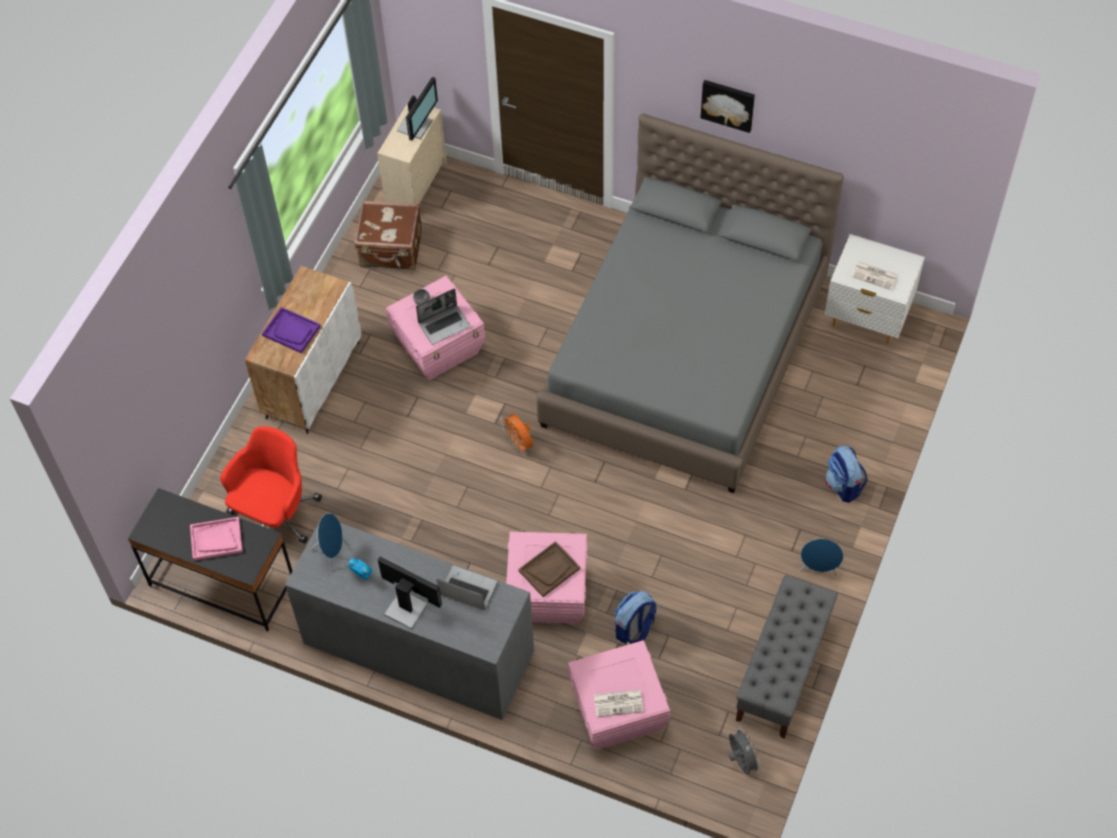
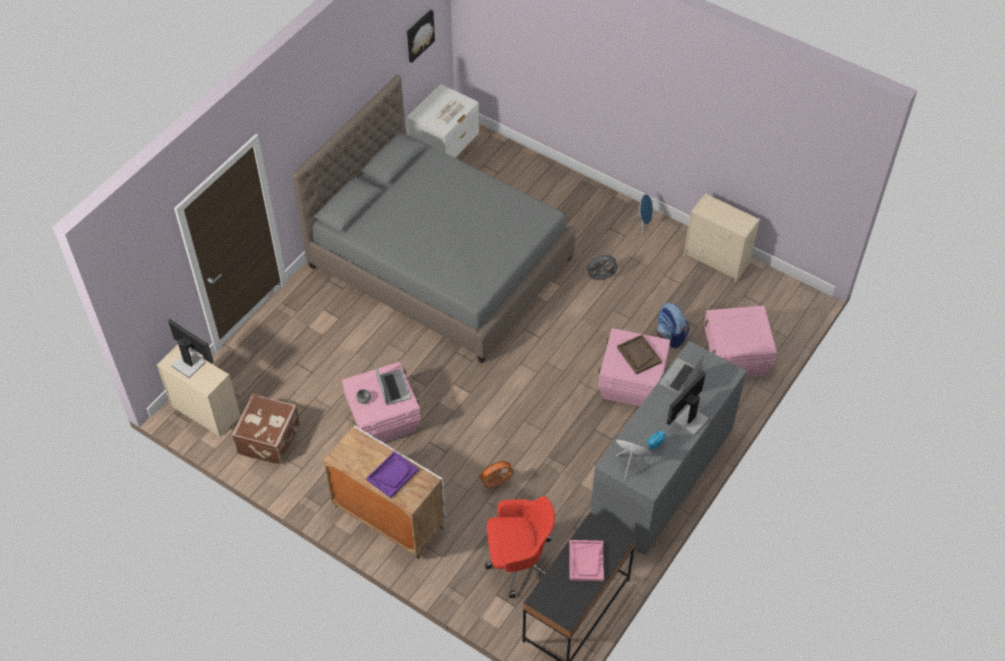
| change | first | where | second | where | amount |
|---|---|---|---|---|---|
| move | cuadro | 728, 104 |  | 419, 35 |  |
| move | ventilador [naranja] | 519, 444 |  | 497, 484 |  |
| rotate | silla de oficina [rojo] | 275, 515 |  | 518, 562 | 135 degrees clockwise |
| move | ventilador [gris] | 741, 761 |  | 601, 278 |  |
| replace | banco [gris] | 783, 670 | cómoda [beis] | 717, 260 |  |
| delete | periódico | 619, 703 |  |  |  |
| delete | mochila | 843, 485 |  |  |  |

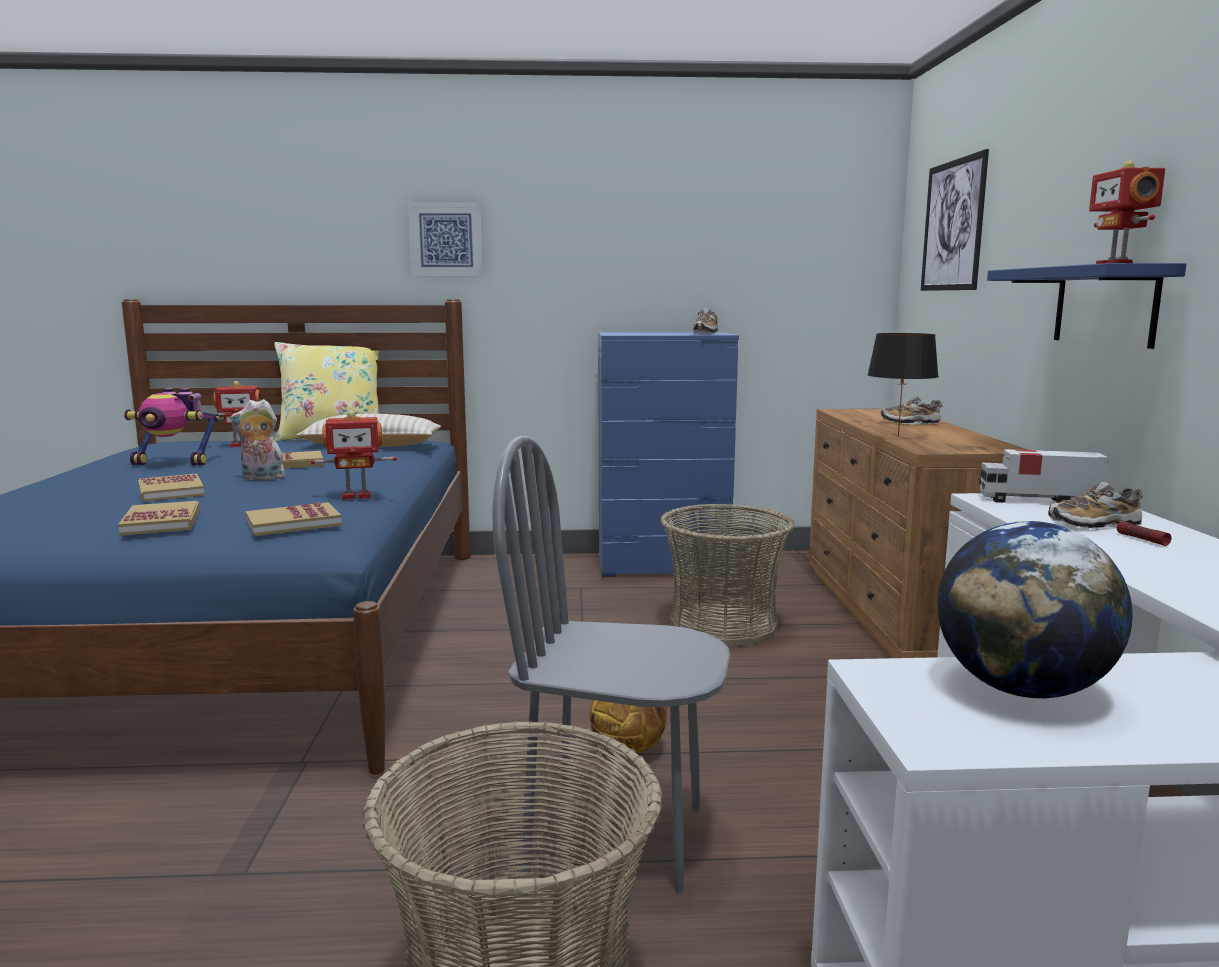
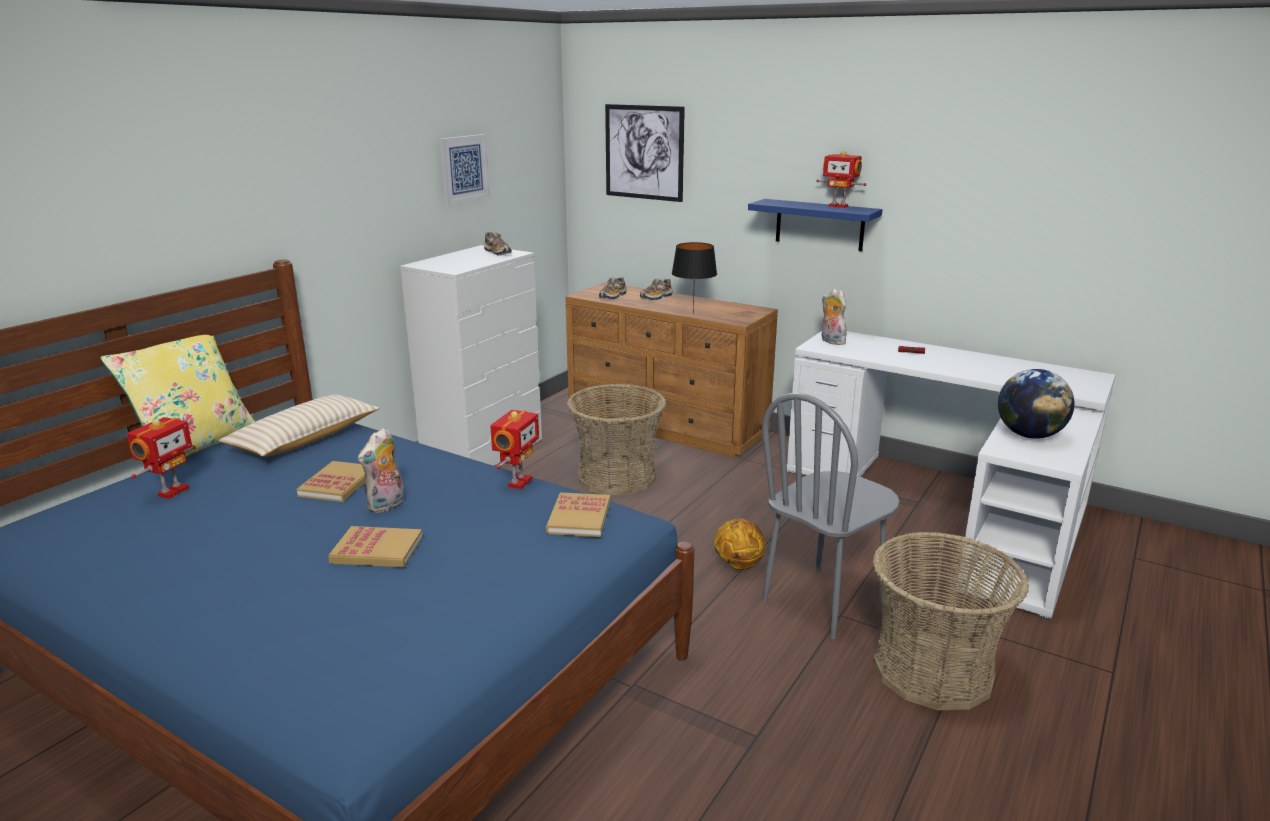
| change | first | where | second | where | amount |
|---|---|---|---|---|---|
| recolor | cómoda [azul] | 663, 565 | cómoda [blanco] | 483, 453 |  |
| move | cuadro | 446, 240 |  | 463, 168 |  |
| move | zapato | 1094, 525 |  | 613, 296 |  |
| replace | camión de juguete | 1037, 501 | peluche | 831, 341 |  |
| delete | libro | 161, 522 |  |  |  |
| delete | robot de juguete | 174, 463 |  |  |  |

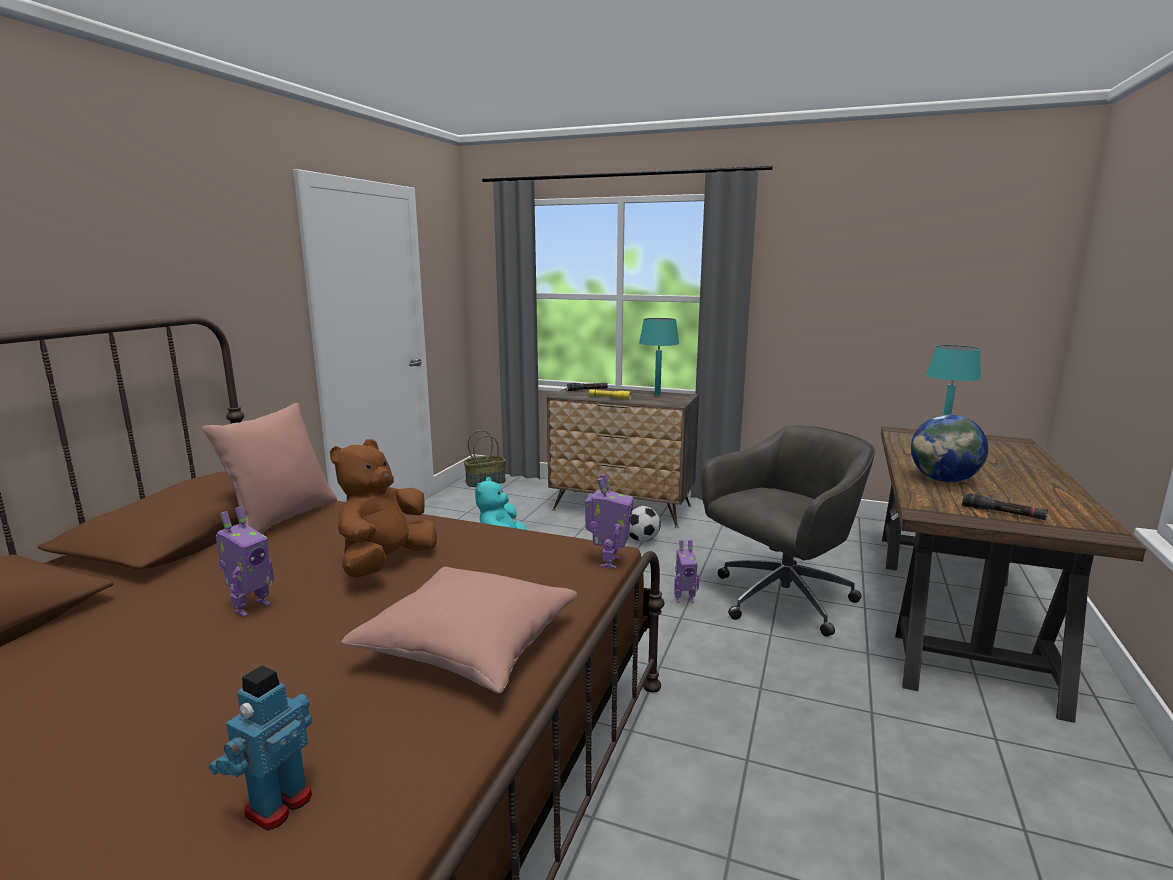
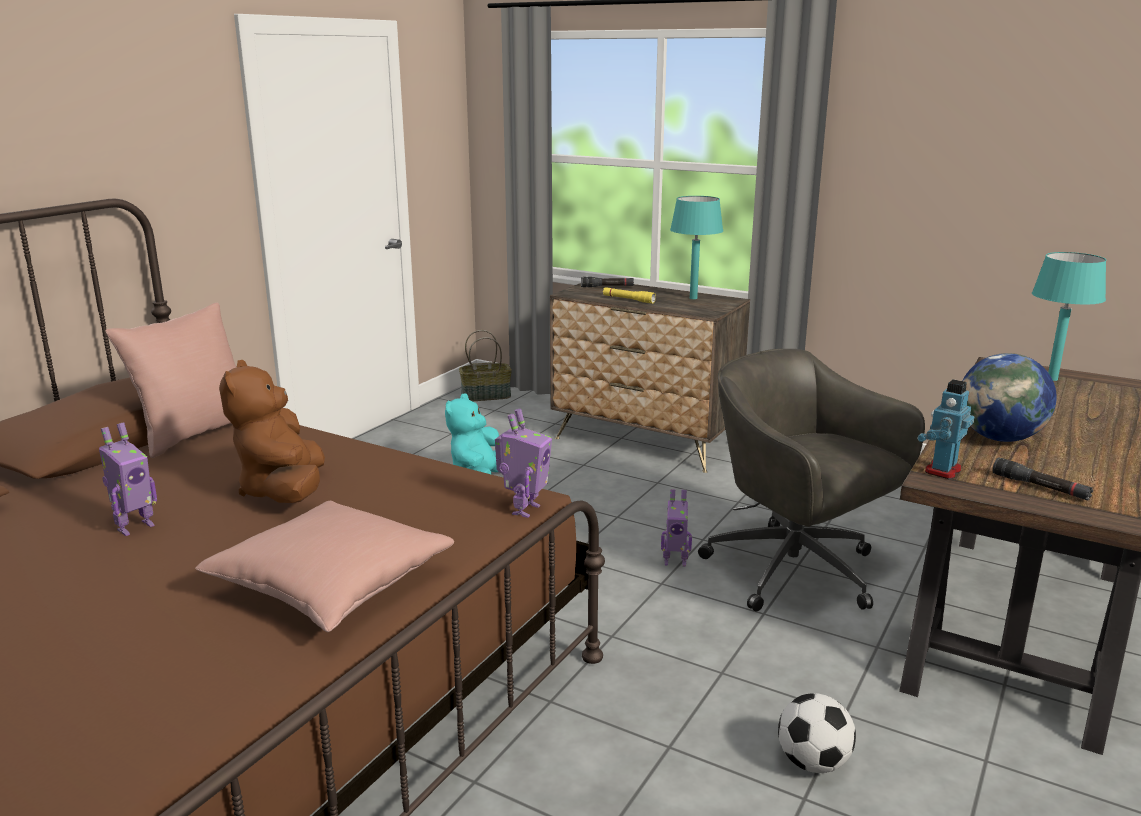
| change | first | where | second | where | amount |
|---|---|---|---|---|---|
| rotate | peluche [marrón] | 385, 563 |  | 284, 491 | 45 degrees counterclockwise |
| rotate | silla de oficina [gris] | 780, 600 |  | 796, 573 | 105 degrees counterclockwise |
| move | balón de fútbol | 642, 540 |  | 813, 762 |  |
| move | robot de juguete | 277, 804 |  | 941, 470 |  |

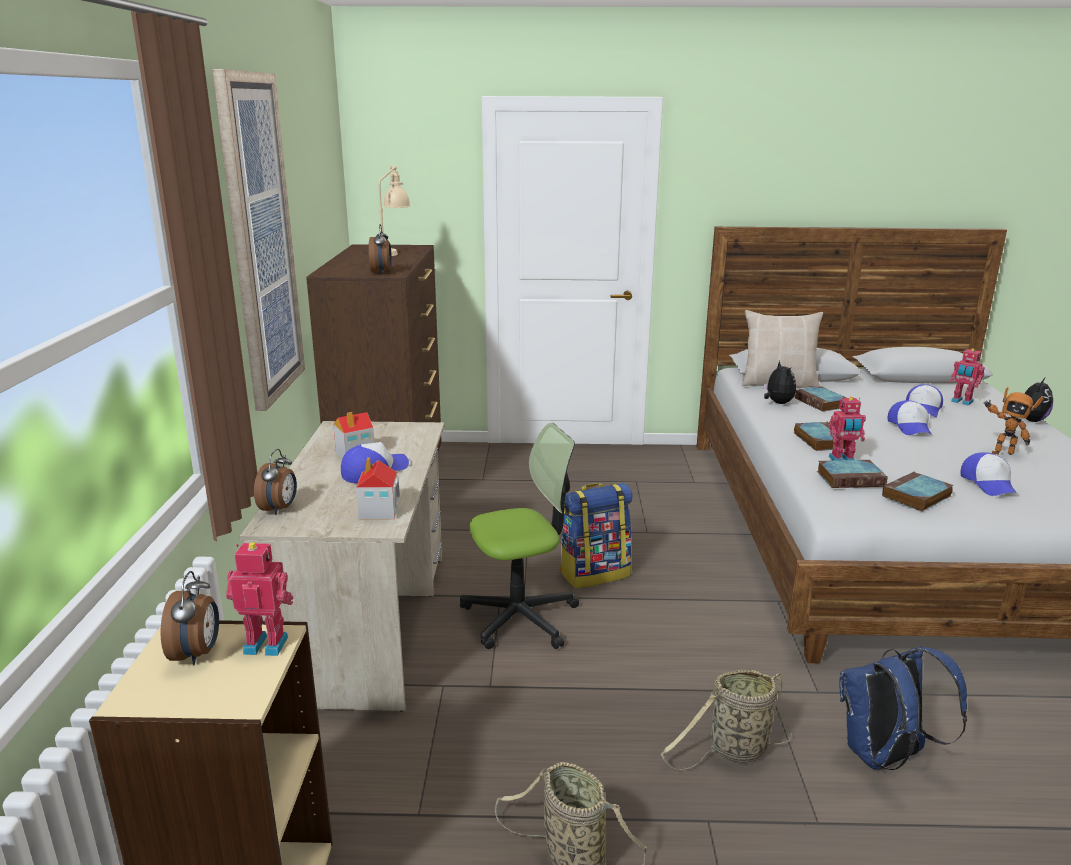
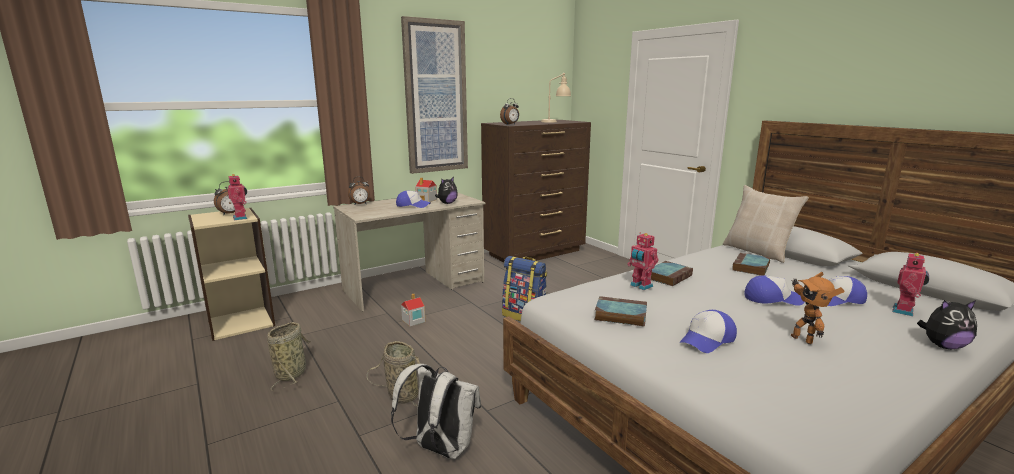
| change | first | where | second | where | amount |
|---|---|---|---|---|---|
| recolor | mochila [azul] | 884, 757 | mochila [blanco] | 440, 449 |  |
| move | casita | 379, 511 |  | 413, 321 |  |
| move | peluche | 777, 403 |  | 447, 203 |  |
| rotate | gorra | 910, 427 |  | 772, 299 | 135 degrees counterclockwise |
| rotate | robot de juguete | 961, 402 |  | 905, 311 | 150 degrees counterclockwise |
| delete | silla de oficina | 520, 617 |  |  |  |
| delete | libro | 851, 478 |  |  |  |

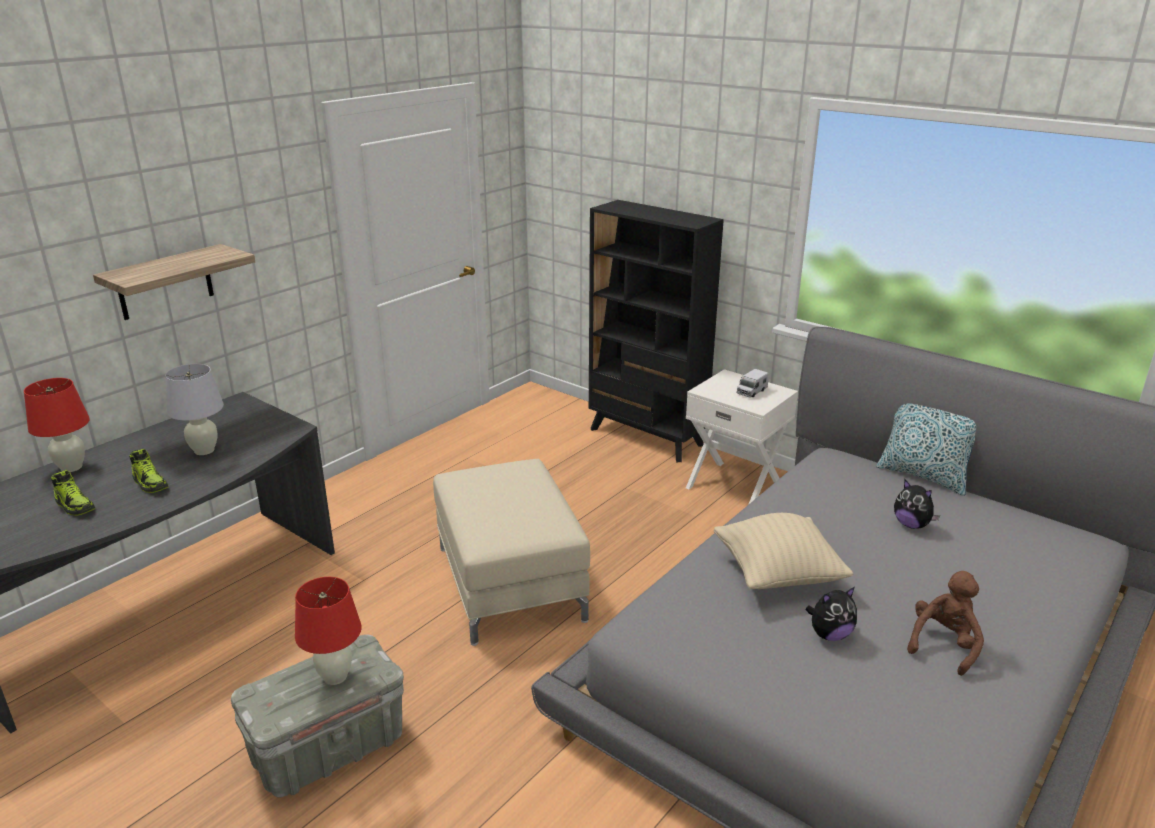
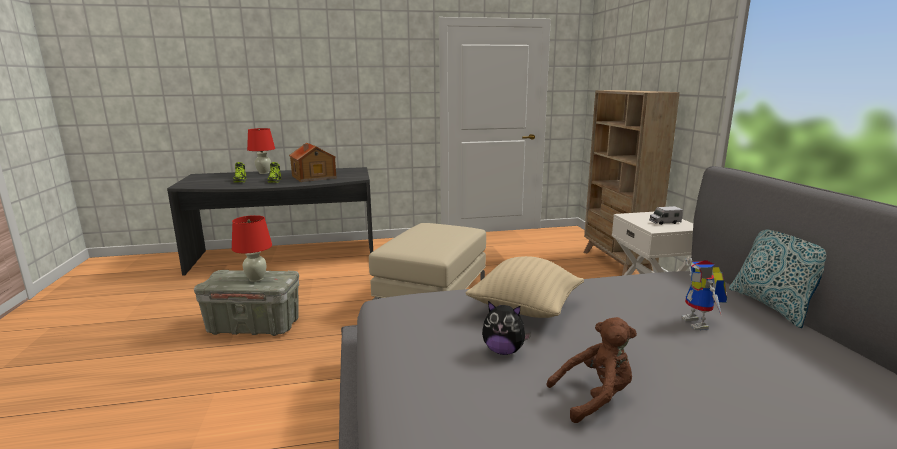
| change | first | where | second | where | amount |
|---|---|---|---|---|---|
| replace | lámpara de mesa [blanco] | 204, 450 | casita | 313, 177 |  |
| recolor | estantería [negro] | 646, 437 | estantería [beis] | 616, 264 |  |
| replace | peluche | 911, 525 | robot de juguete | 700, 324 |  |
| delete | estante | 165, 282 |  |  |  |

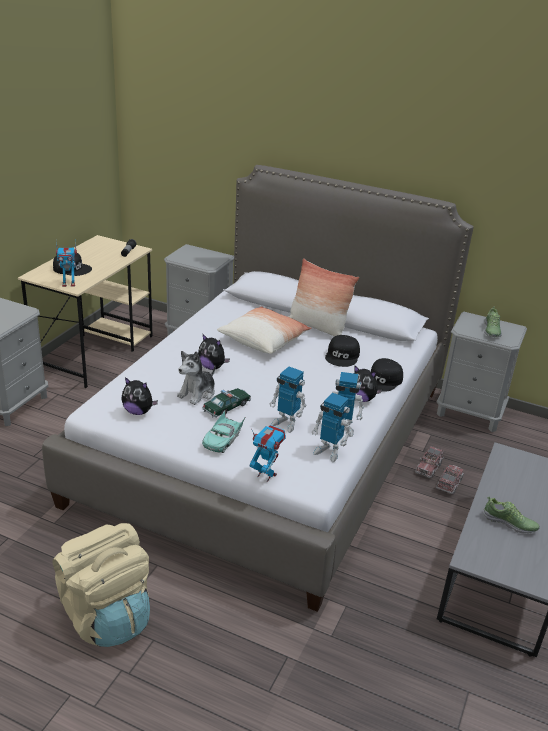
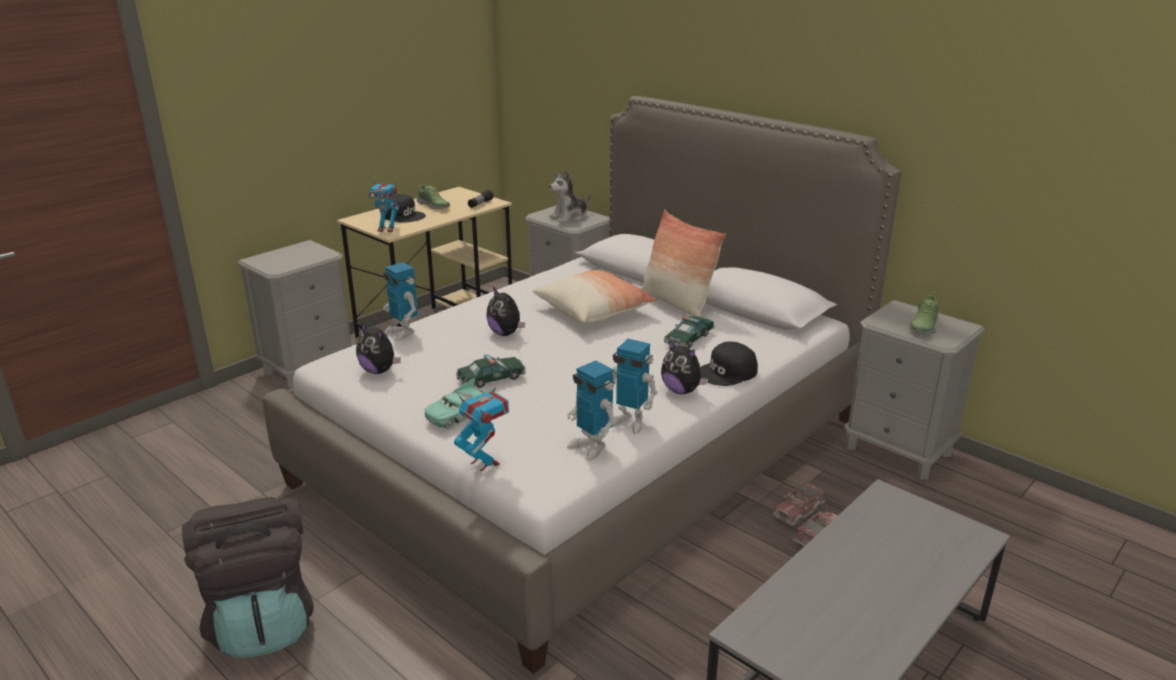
| change | first | where | second | where | amount |
|---|---|---|---|---|---|
| recolor | mochila [beis] | 106, 616 | mochila [negro] | 263, 621 |  |
| move | robot de juguete | 286, 423 |  | 402, 333 |  |
| move | zapato | 509, 523 |  | 434, 206 |  |
| move | peluche | 197, 393 |  | 569, 217 |  |
| replace | gorra [negro] | 343, 356 | coche de juguete | 689, 339 |  |

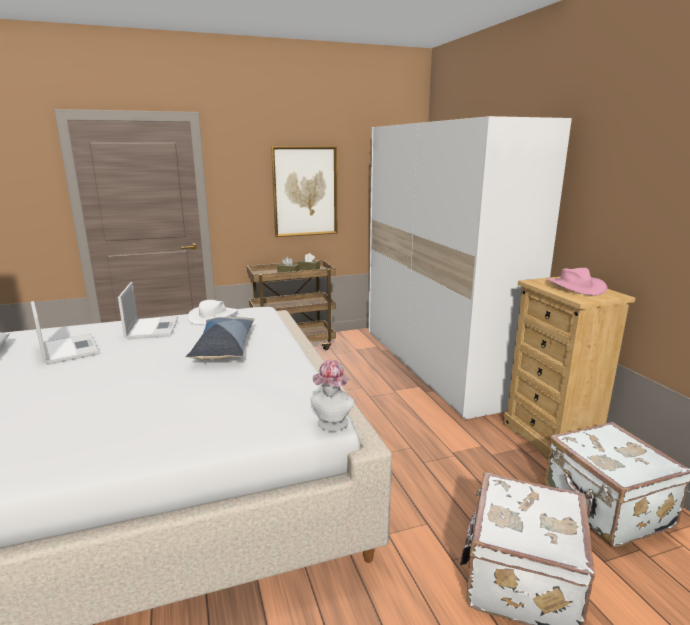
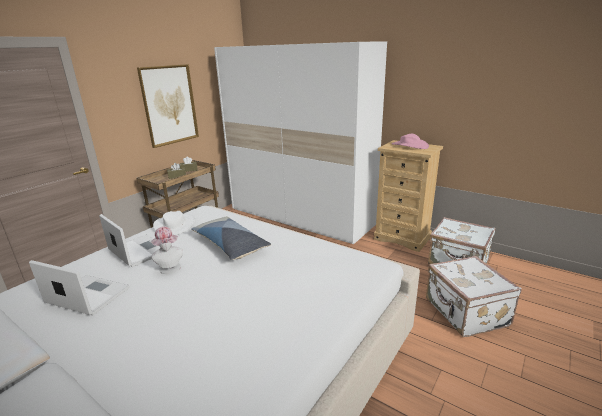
| change | first | where | second | where | amount |
|---|---|---|---|---|---|
| move | sombrero | 332, 425 |  | 170, 269 |  |

